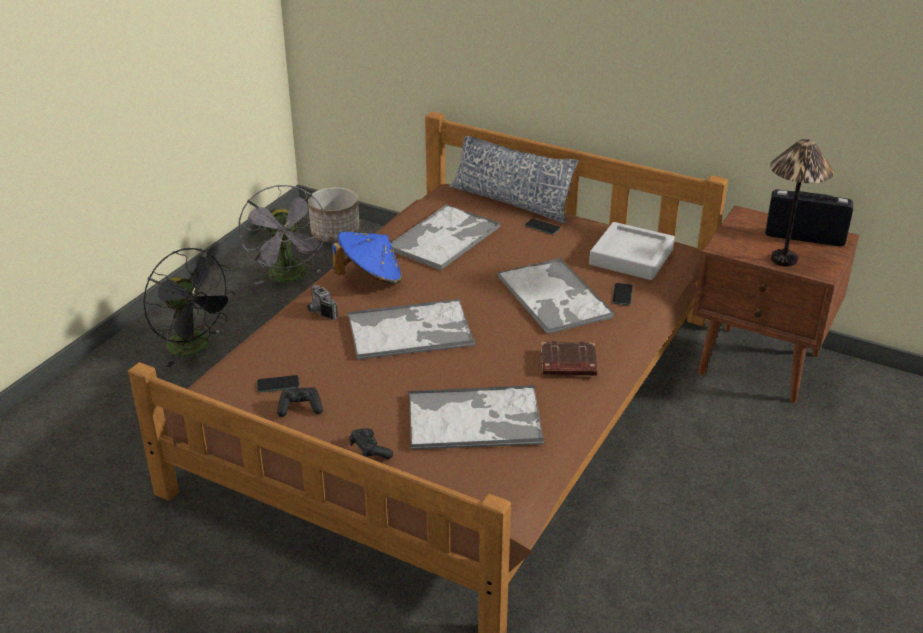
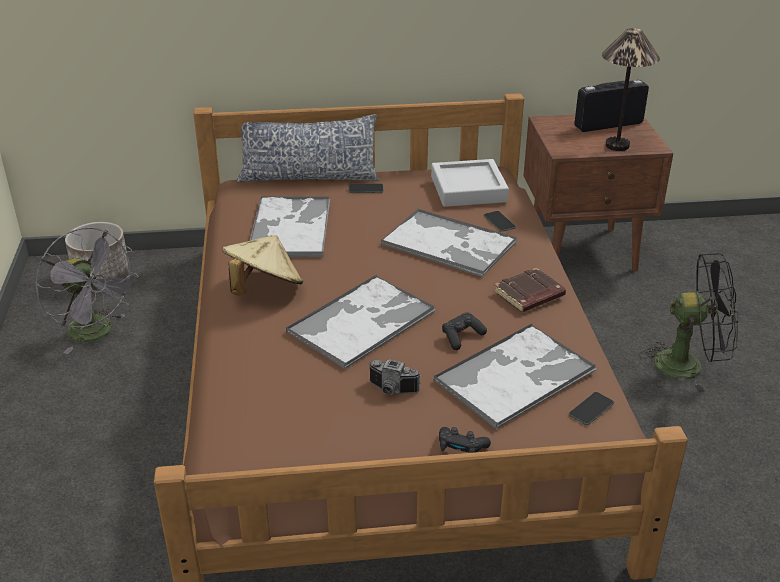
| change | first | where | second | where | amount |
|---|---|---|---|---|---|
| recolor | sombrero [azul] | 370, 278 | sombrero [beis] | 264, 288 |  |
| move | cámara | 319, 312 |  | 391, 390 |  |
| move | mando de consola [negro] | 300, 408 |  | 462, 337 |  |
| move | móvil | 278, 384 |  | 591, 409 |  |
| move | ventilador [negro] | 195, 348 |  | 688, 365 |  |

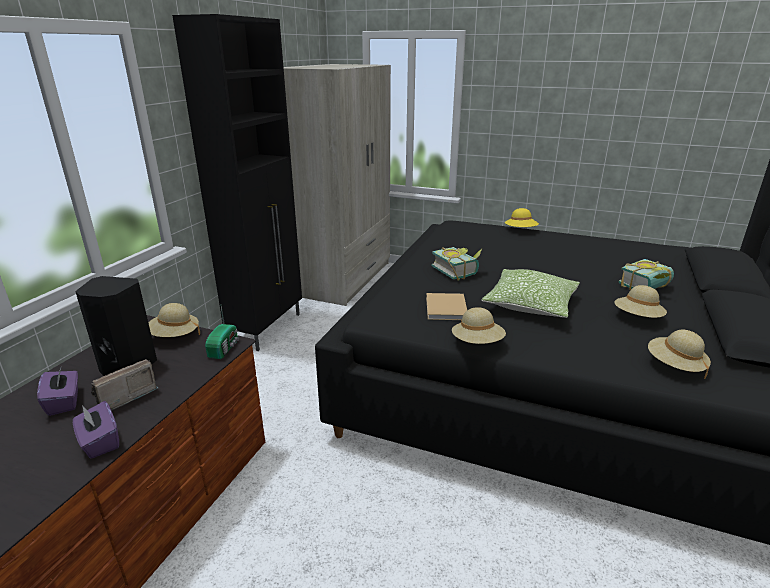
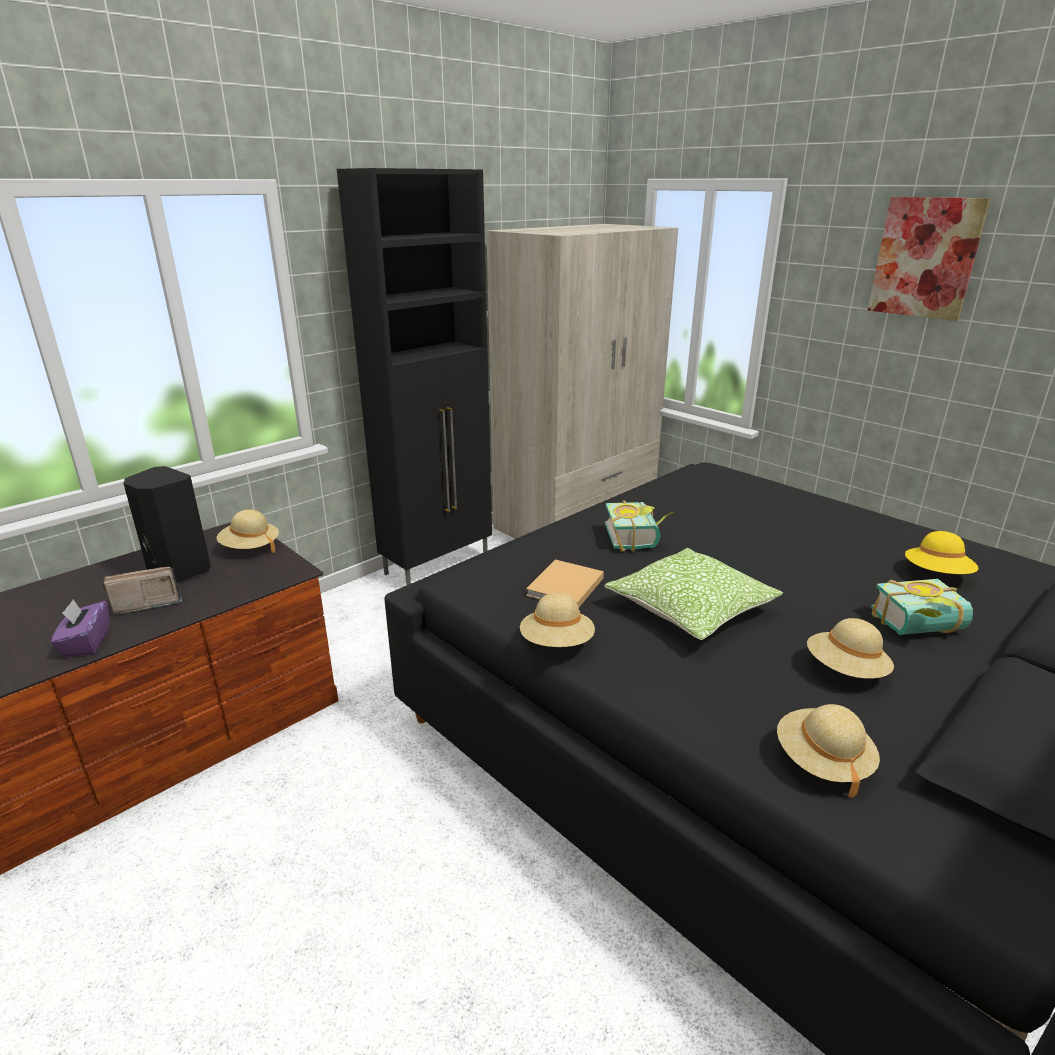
| change | first | where | second | where | amount |
|---|---|---|---|---|---|
| insert |  |  | cuadro | 925, 258 |  |
| move | sombrero [amarillo] | 520, 231 |  | 936, 575 |  |
| delete | caja de pañuelos [morado] | 64, 402 |  |  |  |
| delete | radio | 225, 348 |  |  |  |

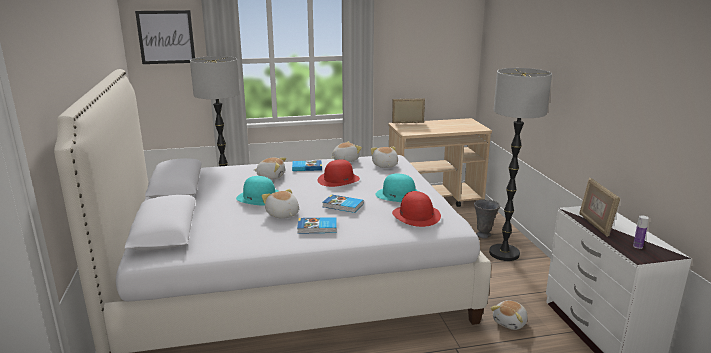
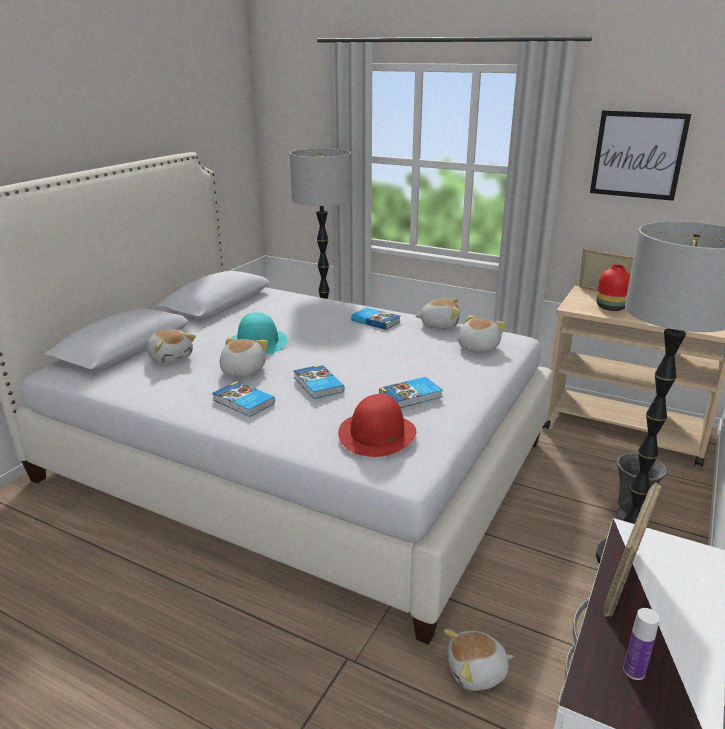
| change | first | where | second | where | amount |
|---|---|---|---|---|---|
| move | peluche | 271, 176 |  | 170, 357 |  |
| replace | sombrero [turquesa] | 399, 195 | libro | 411, 396 |  |
| move | cuadro | 166, 37 |  | 638, 155 |  |
| insert |  |  | florero [rojo] | 610, 307 |  |
| delete | sombrero [rojo] | 338, 179 |  |  |  |

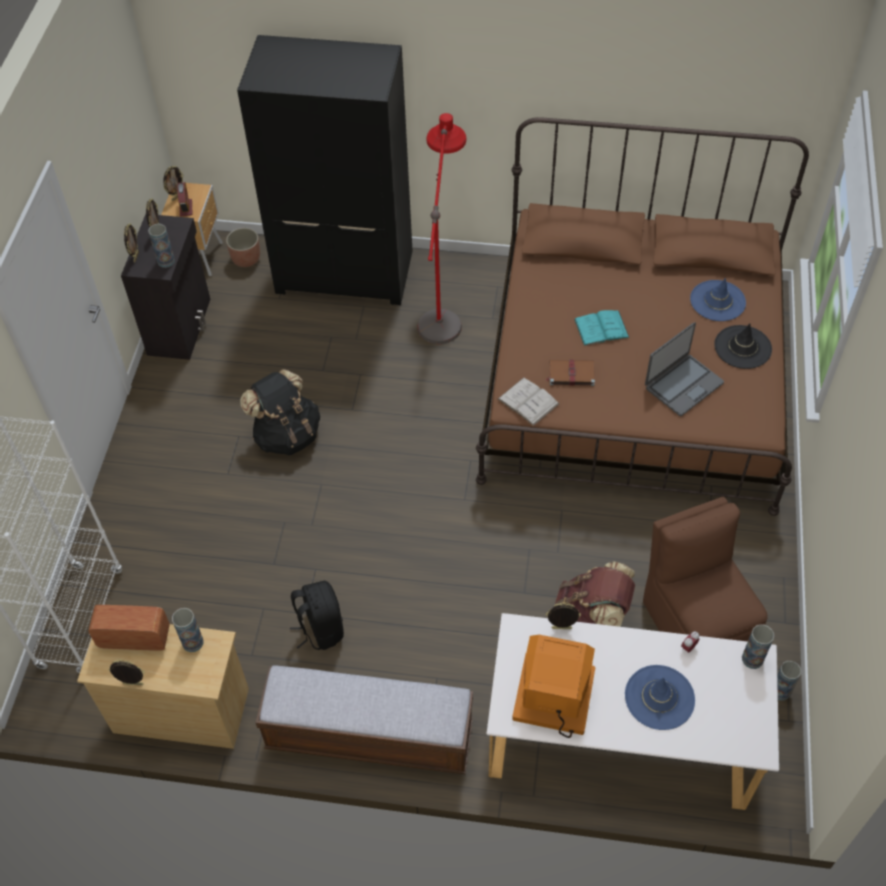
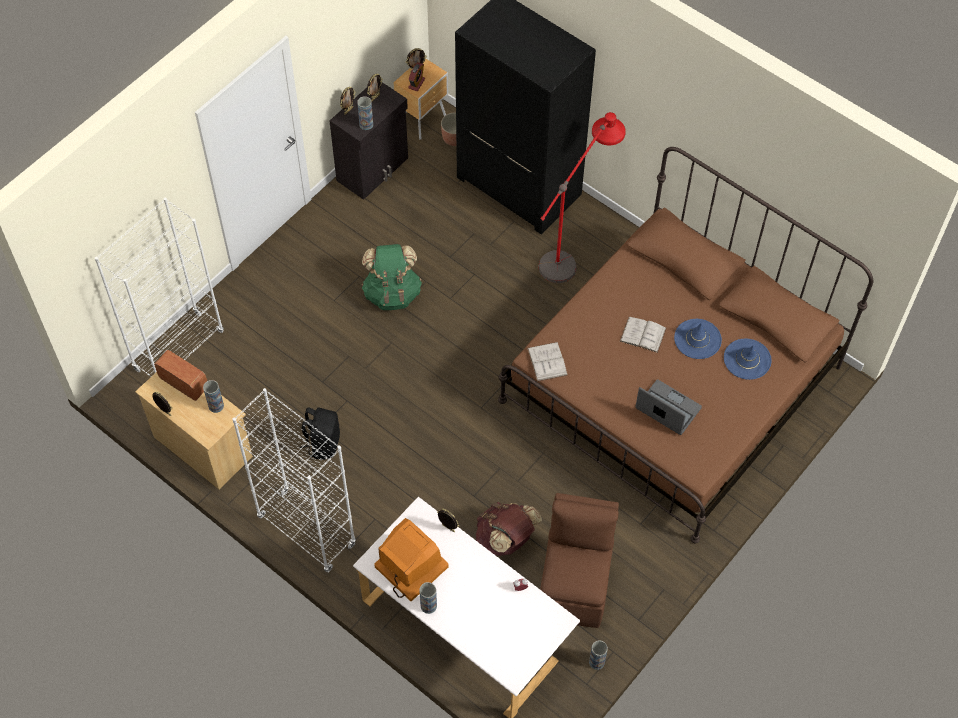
| change | first | where | second | where | amount |
|---|---|---|---|---|---|
| replace | banco | 369, 736 | estantería [blanco] | 306, 531 |  |
| recolor | mochila [negro] | 287, 435 | mochila [verde] | 392, 293 |  |
| move | florero | 752, 659 |  | 428, 606 |  |
| recolor | libro [turquesa] | 601, 328 | libro [blanco] | 643, 334 |  |
| rotate | portátil | 683, 385 |  | 667, 409 | 135 degrees counterclockwise |
| move | sombrero [azul] | 659, 697 |  | 697, 339 |  |
| delete | libro [marrón] | 570, 374 |  |  |  |
| delete | sombrero [negro] | 742, 347 |  |  |  |

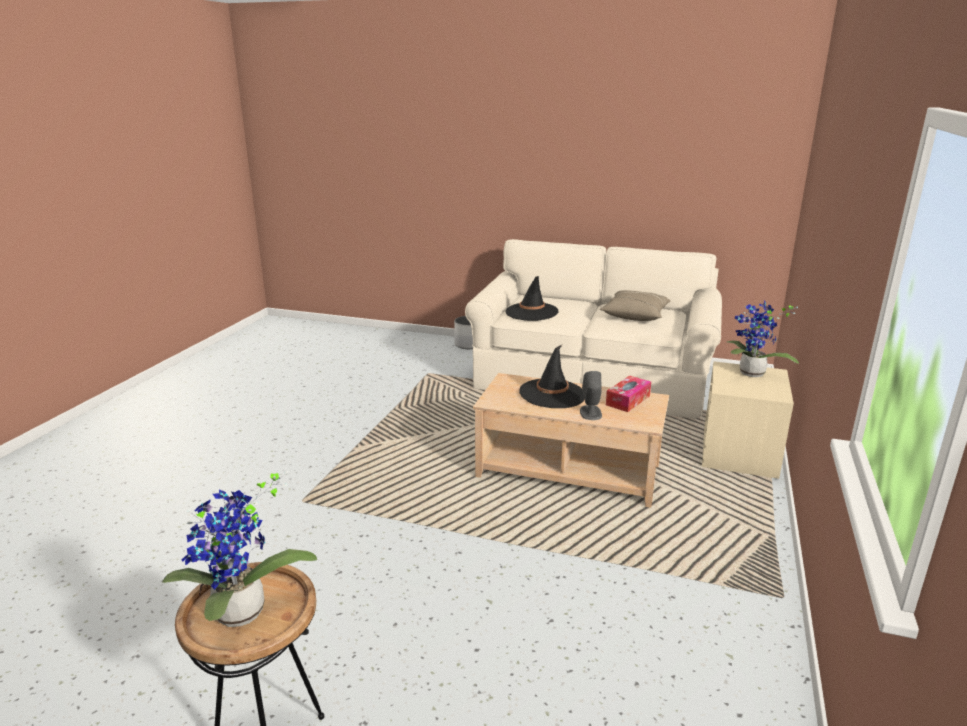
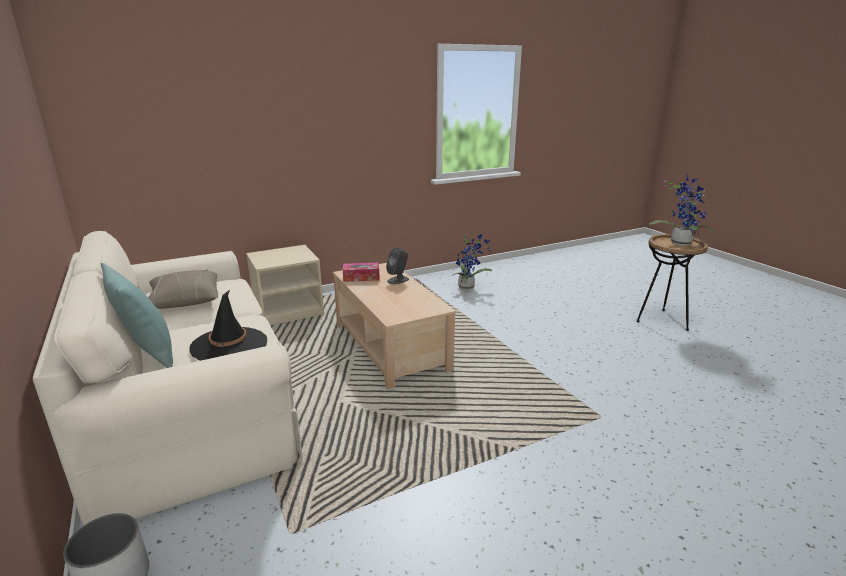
| change | first | where | second | where | amount |
|---|---|---|---|---|---|
| insert |  |  | cojín [turquesa] | 147, 353 |  |
| move | planta en maceta | 751, 374 |  | 468, 287 |  |
| delete | sombrero [negro] | 552, 394 |  |  |  |

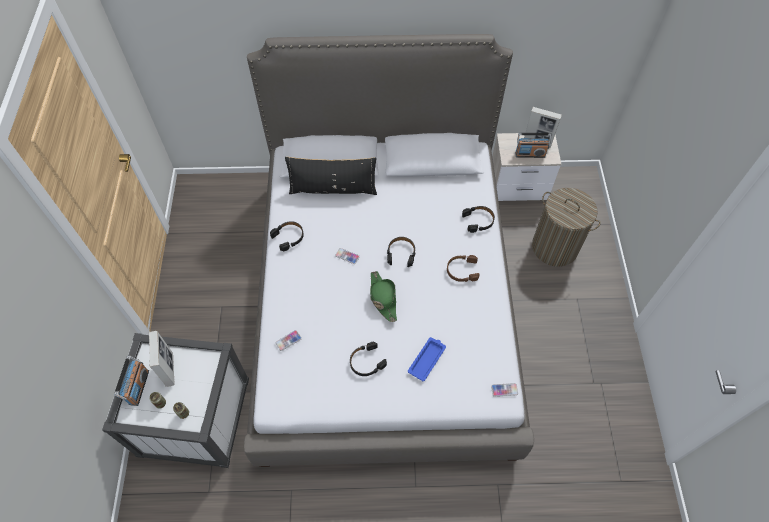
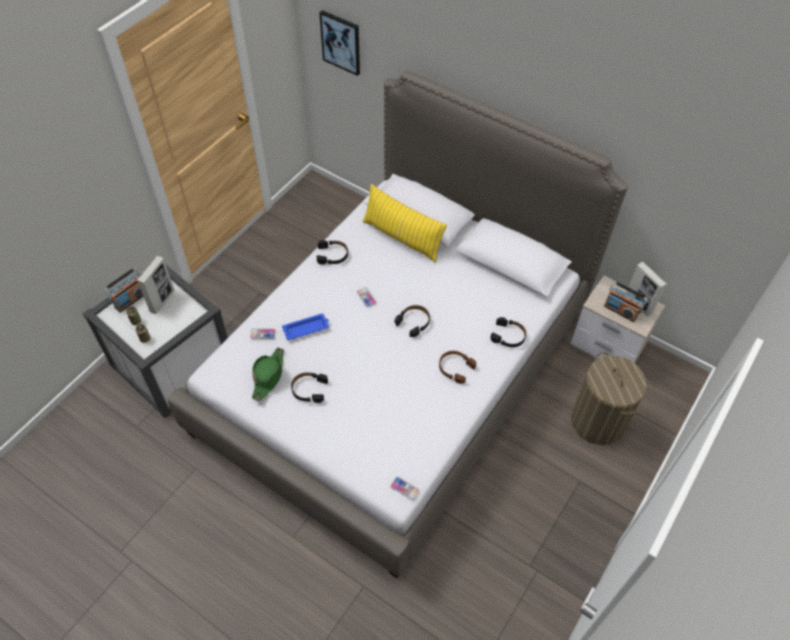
| change | first | where | second | where | amount |
|---|---|---|---|---|---|
| move | sombrero [verde] | 383, 298 |  | 269, 376 |  |
| move | bandeja [azul] | 427, 359 |  | 306, 328 |  |
| insert |  |  | cuadro | 341, 42 |  |
| recolor | cojín [negro] | 333, 189 | cojín [amarillo] | 402, 237 |  |

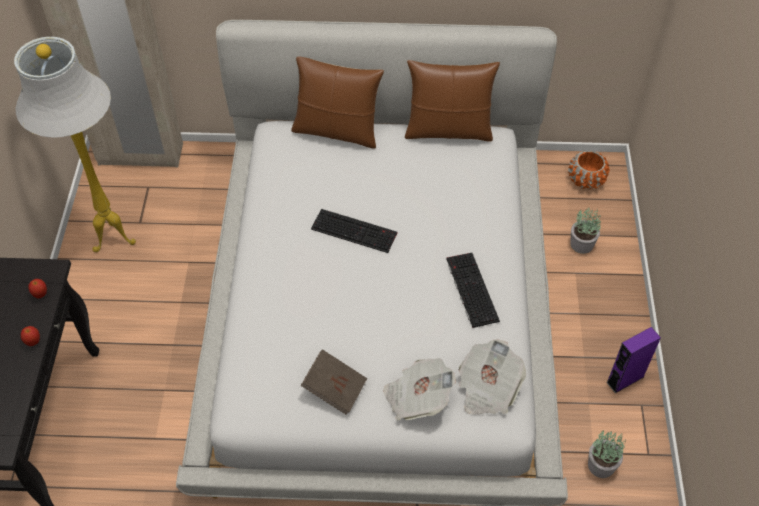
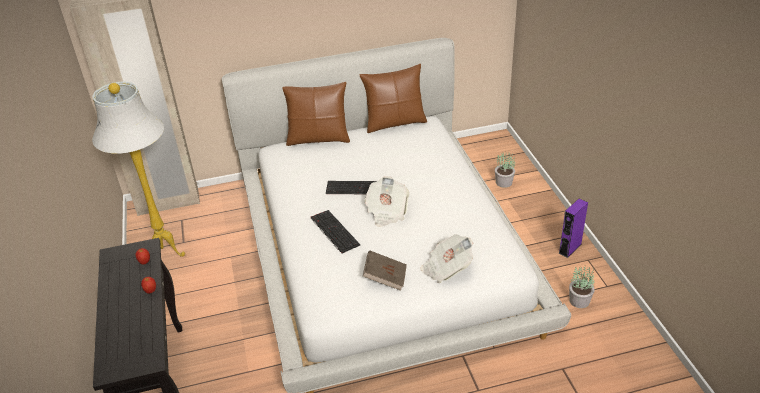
| change | first | where | second | where | amount |
|---|---|---|---|---|---|
| move | teclado | 470, 289 |  | 333, 231 |  |
| move | periódico | 487, 388 |  | 387, 212 |  |
| delete | maceta [naranja] | 586, 179 |  |  |  |

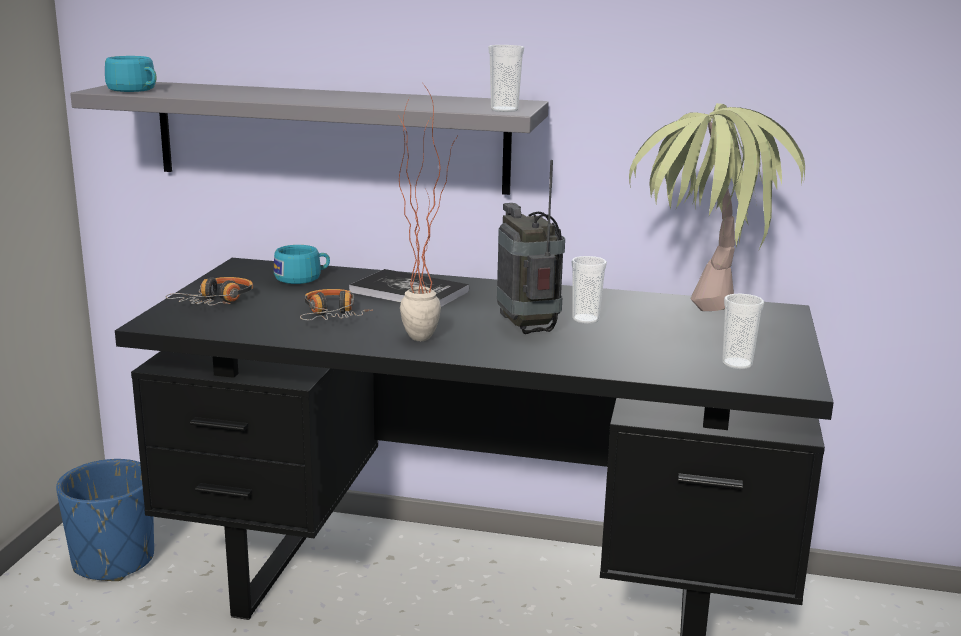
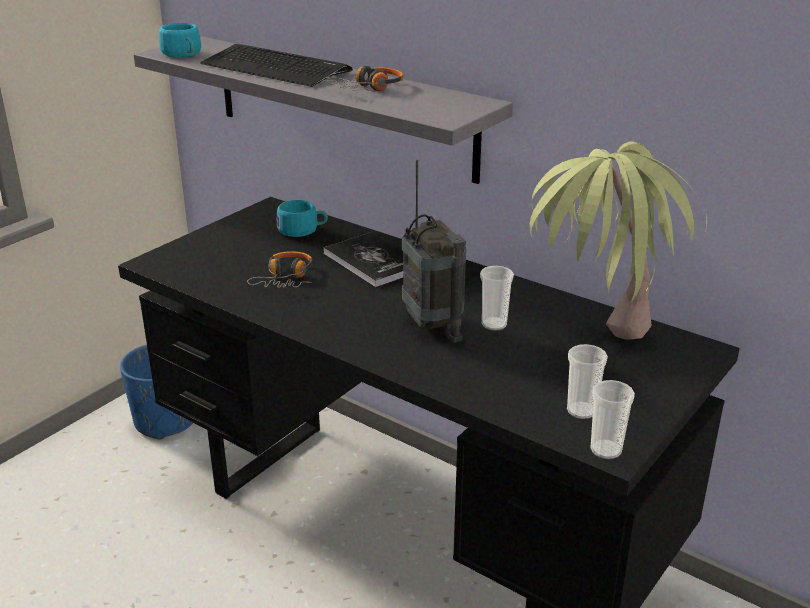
| change | first | where | second | where | amount |
|---|---|---|---|---|---|
| insert |  |  | teclado | 275, 68 |  |
| move | auriculares | 216, 302 |  | 367, 89 |  |
| rotate | radio | 528, 328 |  | 432, 325 | 150 degrees clockwise |
| move | taza | 504, 110 |  | 605, 450 |  |
| delete | planta en maceta | 428, 335 |  |  |  |

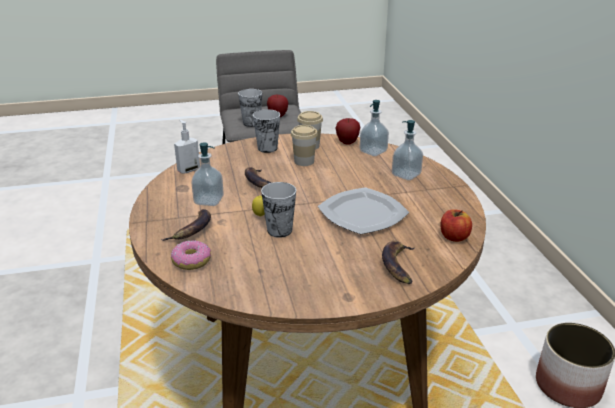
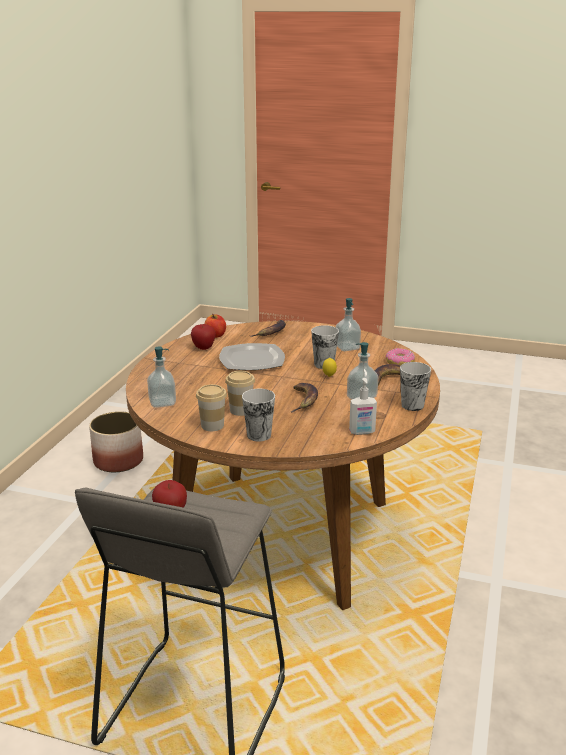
| change | first | where | second | where | amount |
|---|---|---|---|---|---|
| move | manzana | 347, 142 |  | 203, 348 |  |
| move | dispensador de jabón | 406, 175 |  | 347, 347 |  |
| move | taza | 251, 123 |  | 412, 405 |  |

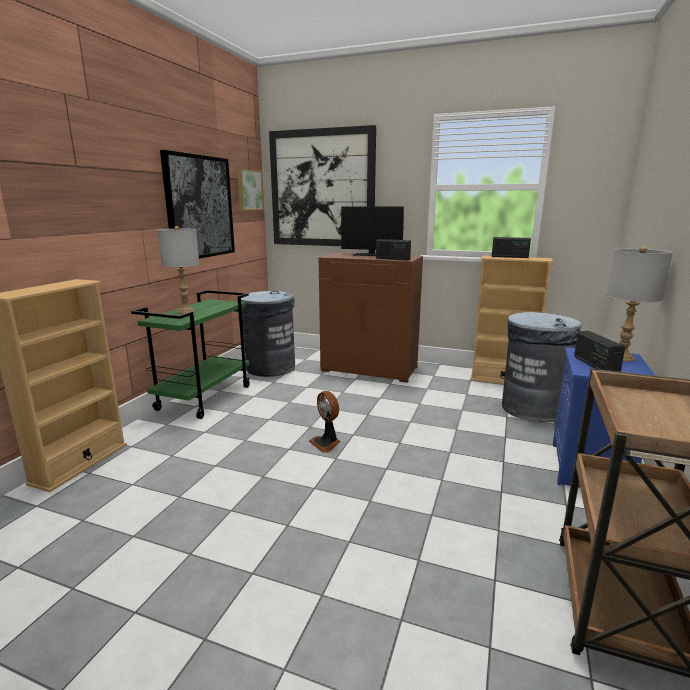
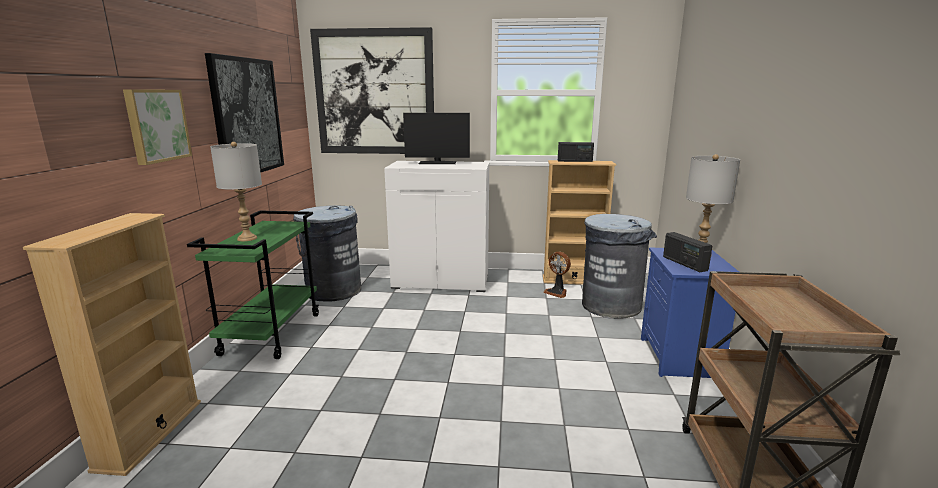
| change | first | where | second | where | amount |
|---|---|---|---|---|---|
| move | cuadro | 248, 190 |  | 156, 125 |  |
| recolor | armario [marrón] | 370, 369 | armario [blanco] | 441, 281 |  |
| move | ventilador | 326, 443 |  | 557, 292 |  |
| delete | radio | 392, 259 |  |  |  |

